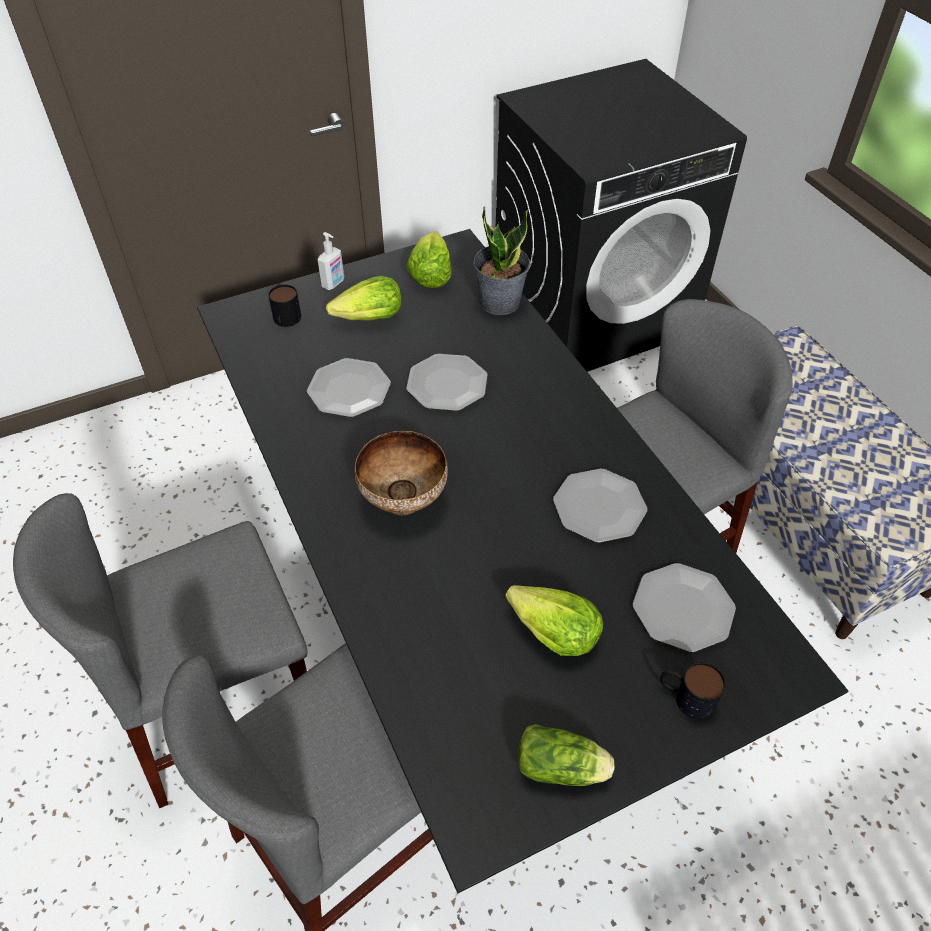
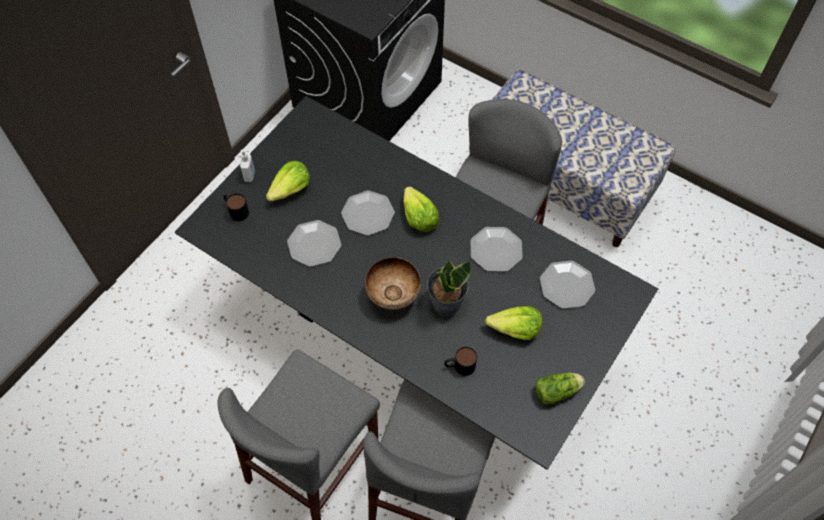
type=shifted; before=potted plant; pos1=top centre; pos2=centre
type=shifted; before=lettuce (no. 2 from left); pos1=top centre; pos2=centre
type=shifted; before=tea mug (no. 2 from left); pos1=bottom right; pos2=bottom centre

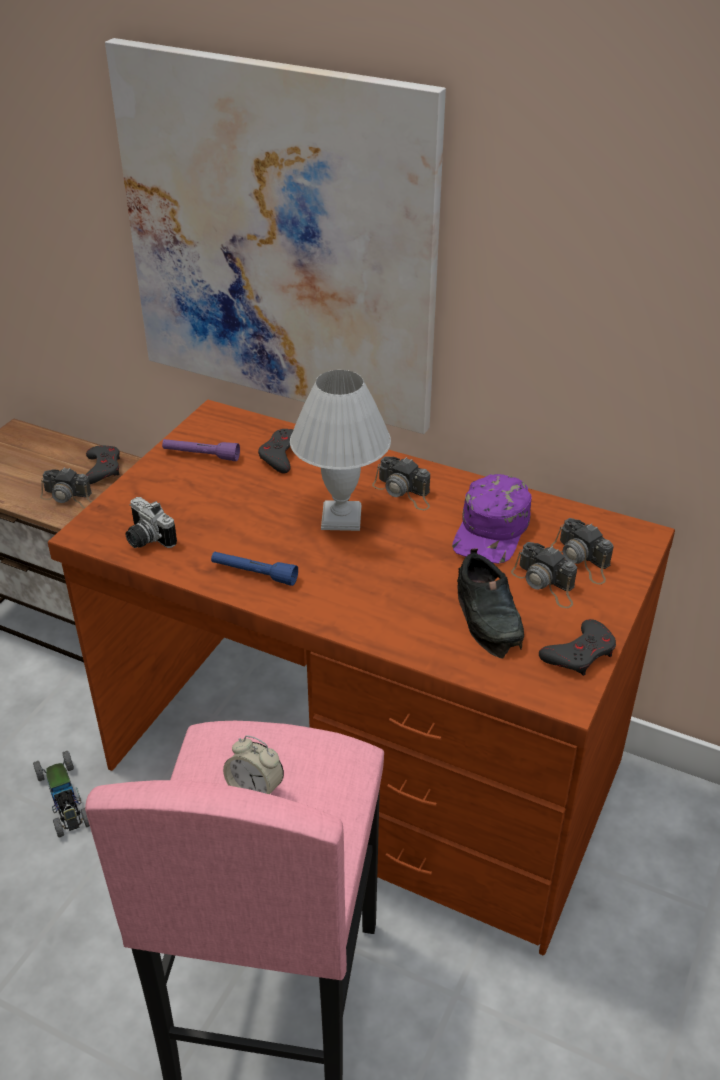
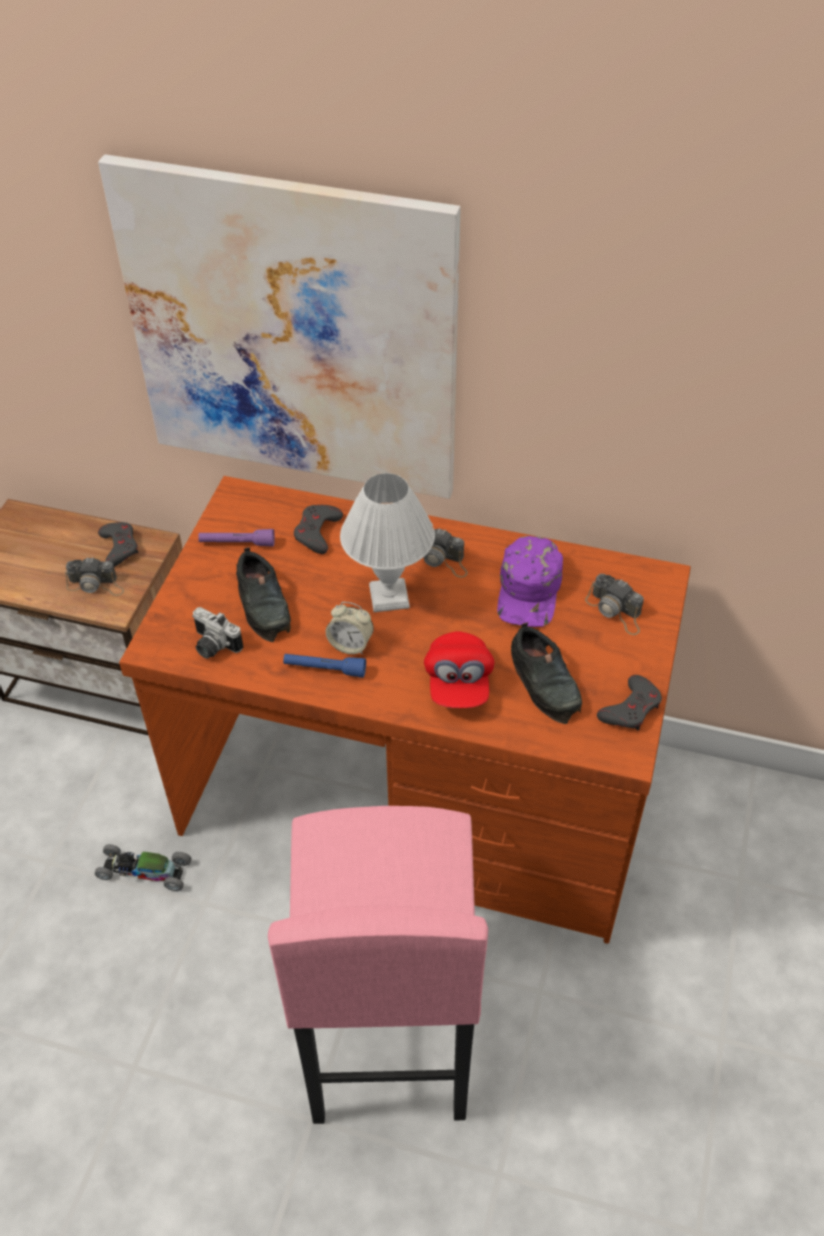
type=gone; before=photo camera (no. 4 from left); pos1=middle right
type=shifted; before=table clock; pos1=bottom centre; pos2=centre
type=rotated; before=miniature car; pos1=bottom left; pos2=bottom left; turn=135
type=new; after=item of footwear (black-coloured) (no. 1 from left); pos2=middle left
type=new; after=peaked cap (red); pos2=centre

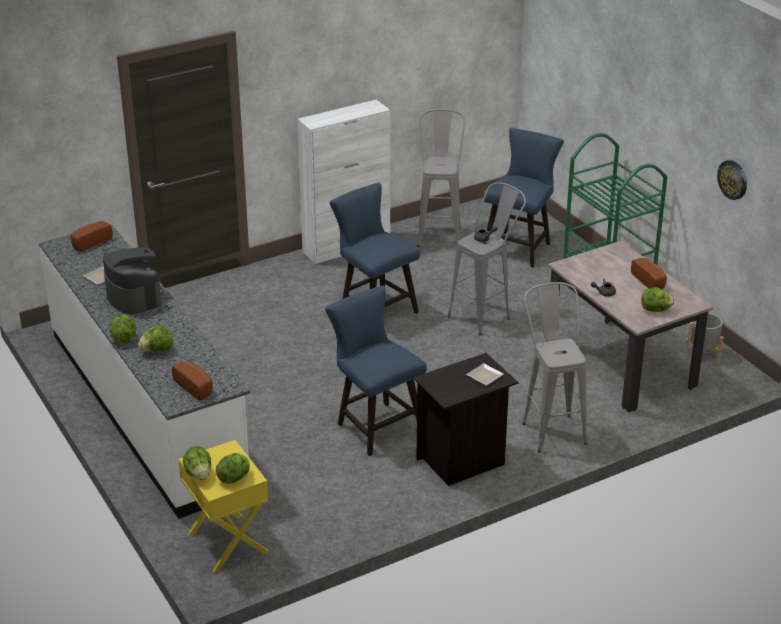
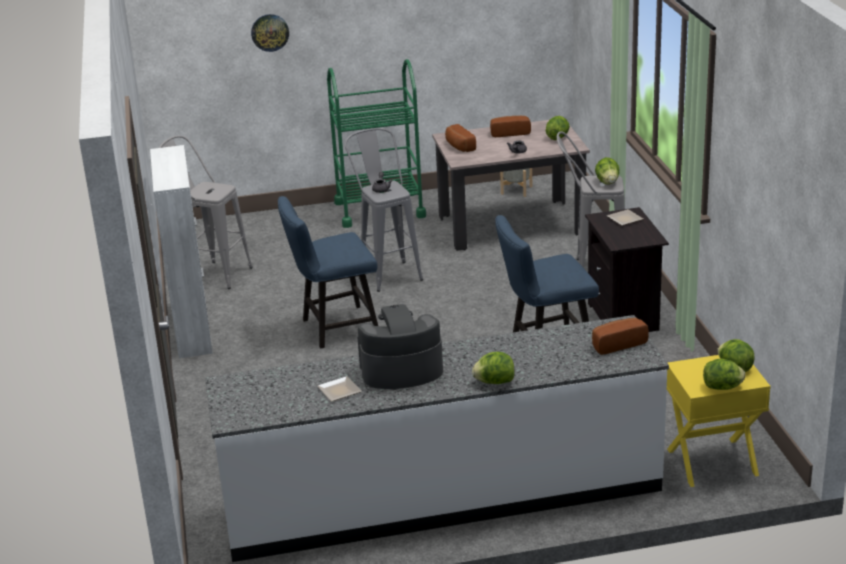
type=gone; before=chair (bluish) (no. 3 from left); pos1=top right
type=shifted; before=wall clock; pos1=top right; pos2=top left
type=shifted; before=baked bread (no. 1 from left); pos1=middle left; pos2=top centre
type=shifted; before=lettuce (no. 2 from left in the first image); after=lettuce (no. 3 from left); pos1=middle left; pos2=top right

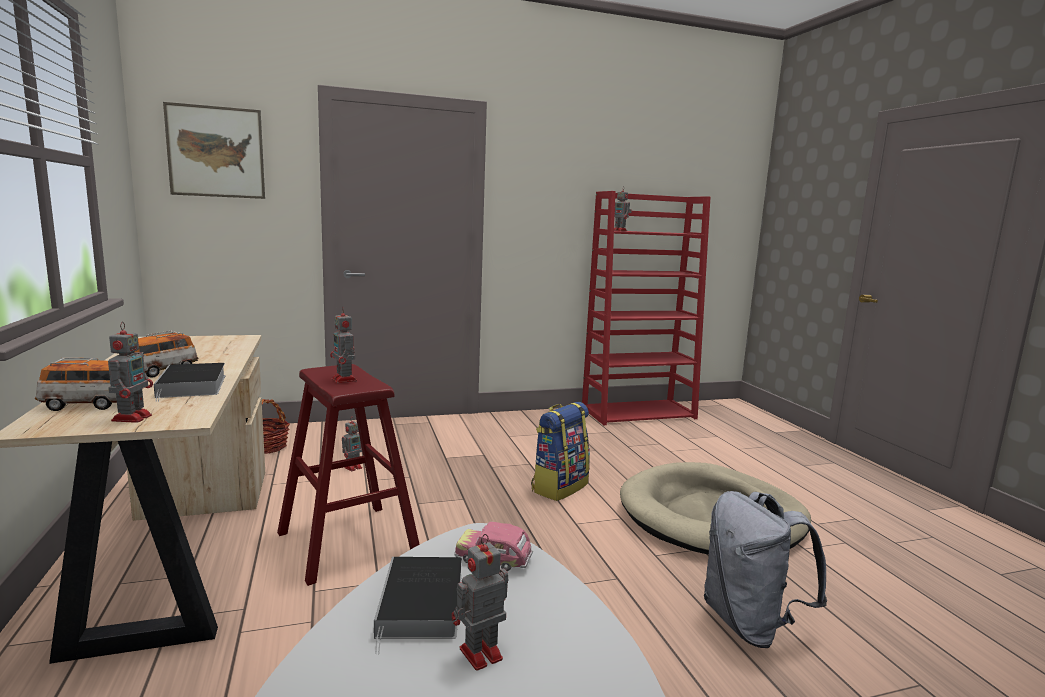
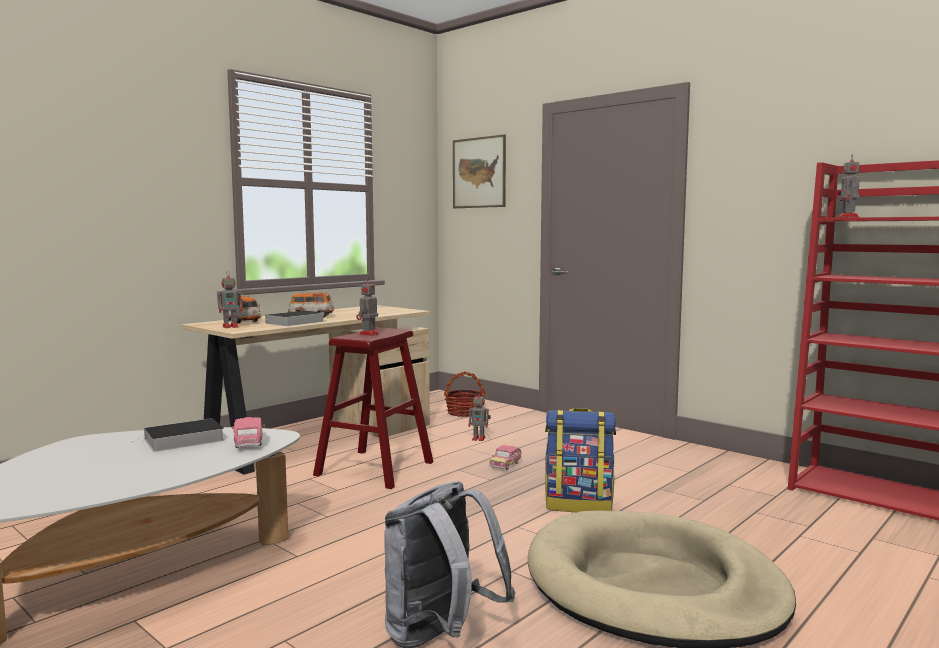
type=gone; before=model robot (no. 4 from left); pos1=bottom centre
type=new; after=miniature car (no. 4 from left); pos2=bottom centre

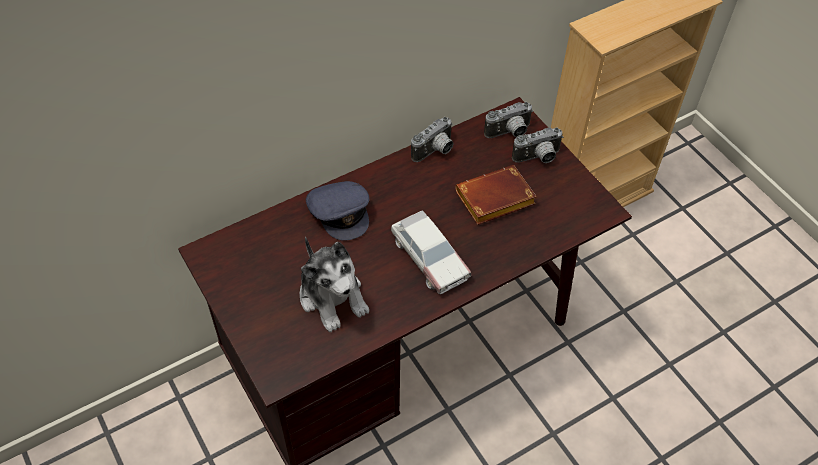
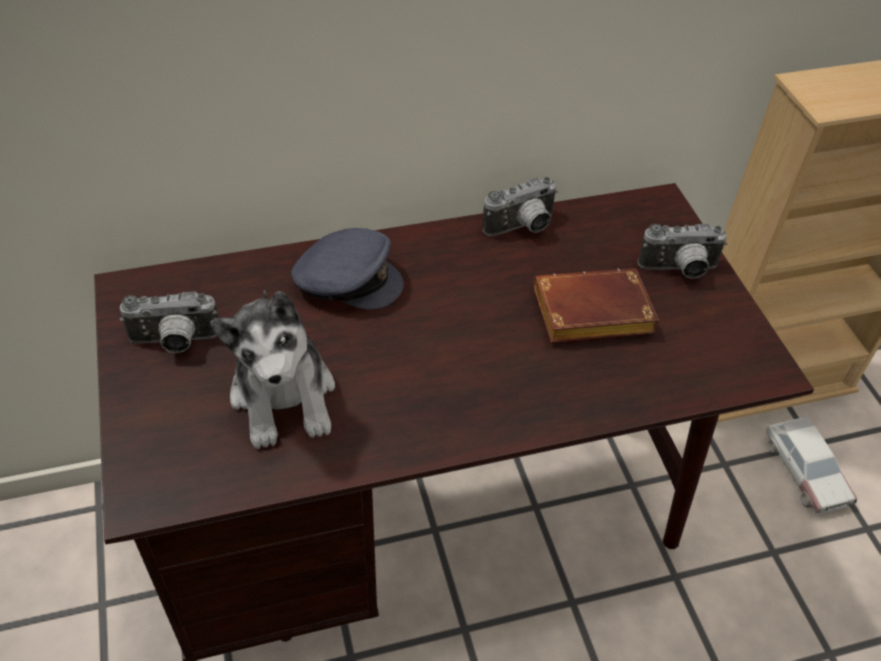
type=shifted; before=photo camera (no. 2 from left in the first image); after=photo camera (no. 1 from left); pos1=top centre; pos2=middle left
type=rotated; before=peaked cap (greyish); pos1=centre; pos2=centre; turn=-60
type=shifted; before=miniature car; pos1=centre; pos2=bottom right

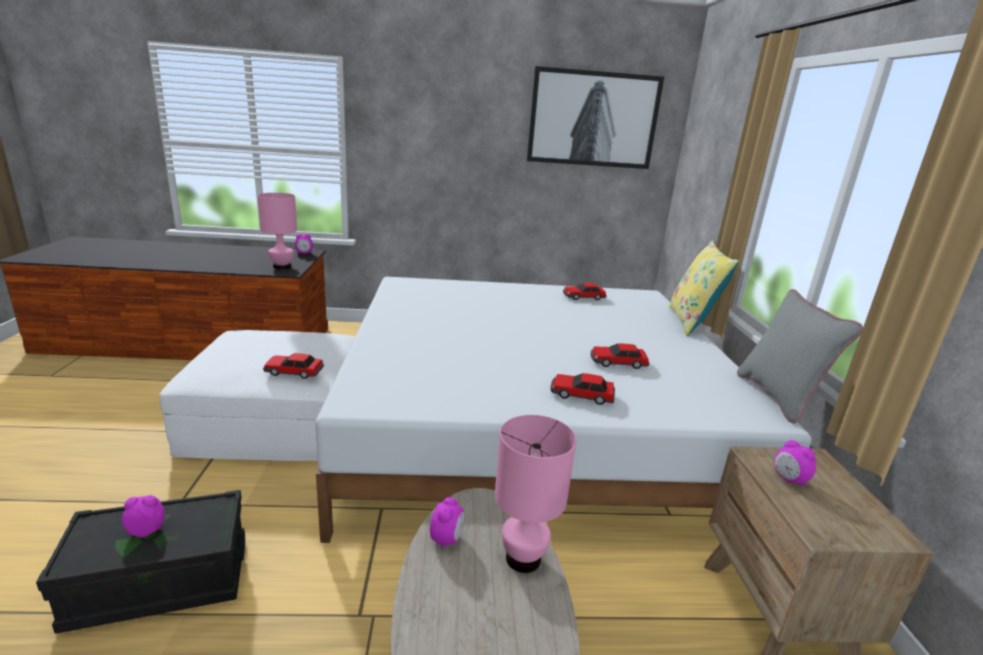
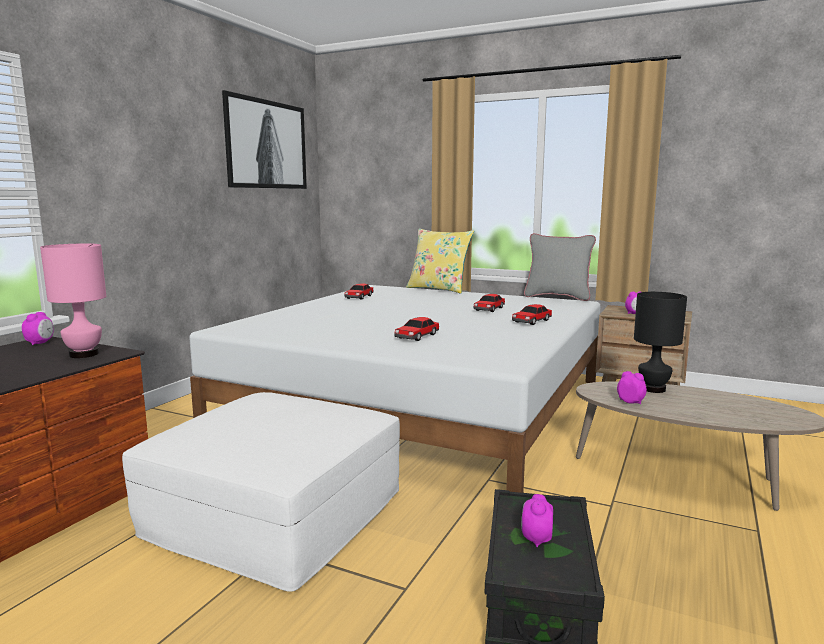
type=shifted; before=miniature car (no. 1 from left in the first image); after=miniature car (no. 2 from left); pos1=middle left; pos2=centre
type=repainted; before=lamp for a table (pink) (no. 2 from left); after=lamp for a table (black-coloured); pos1=bottom centre; pos2=middle right

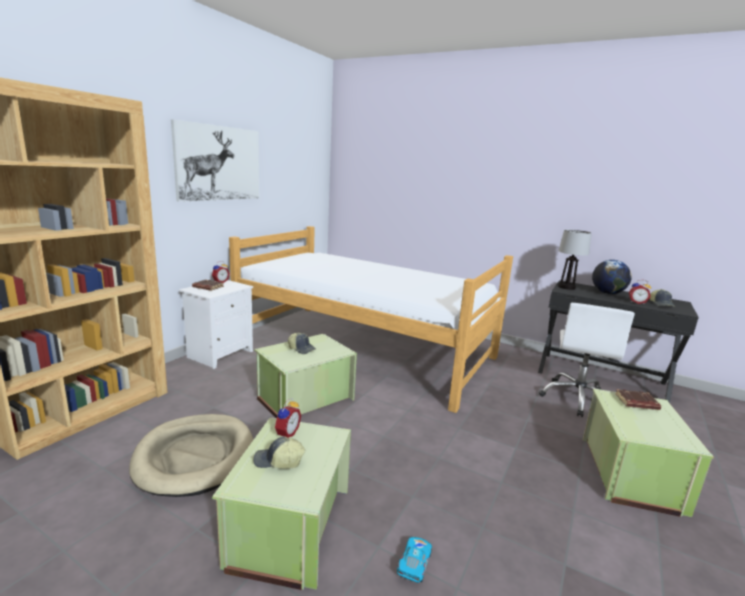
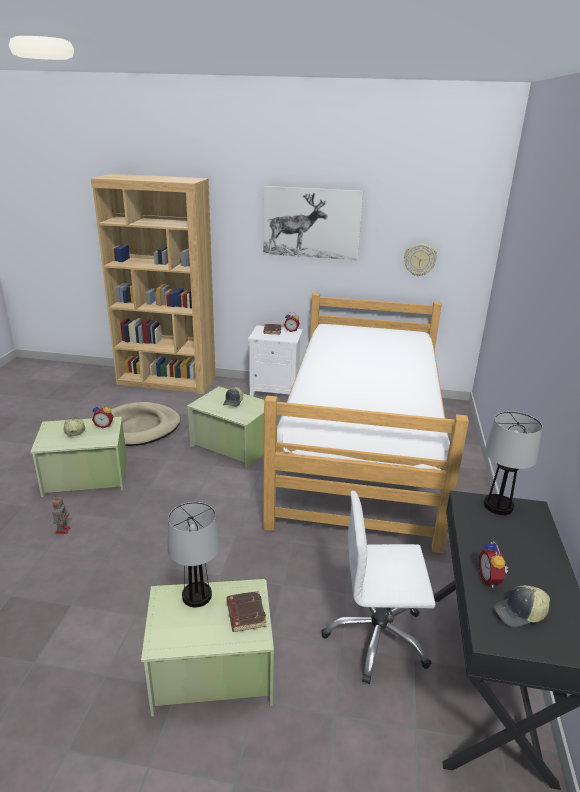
type=gone; before=desk globe; pos1=middle right
type=swapped; before=miniature car; after=model robot; pos1=bottom centre; pos2=middle left
type=new; after=wall clock; pos2=top right
type=new; after=lamp for a table (no. 1 from left); pos2=bottom centre

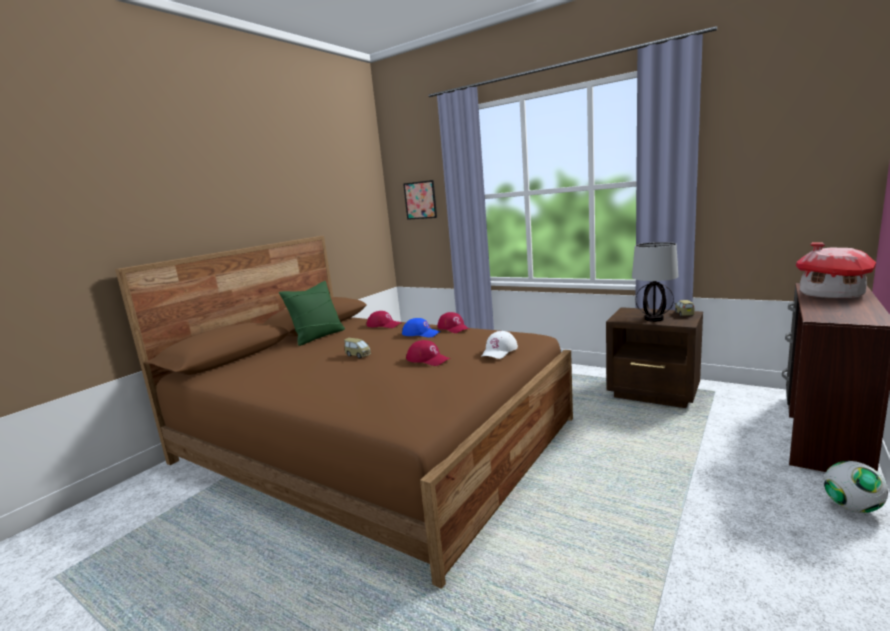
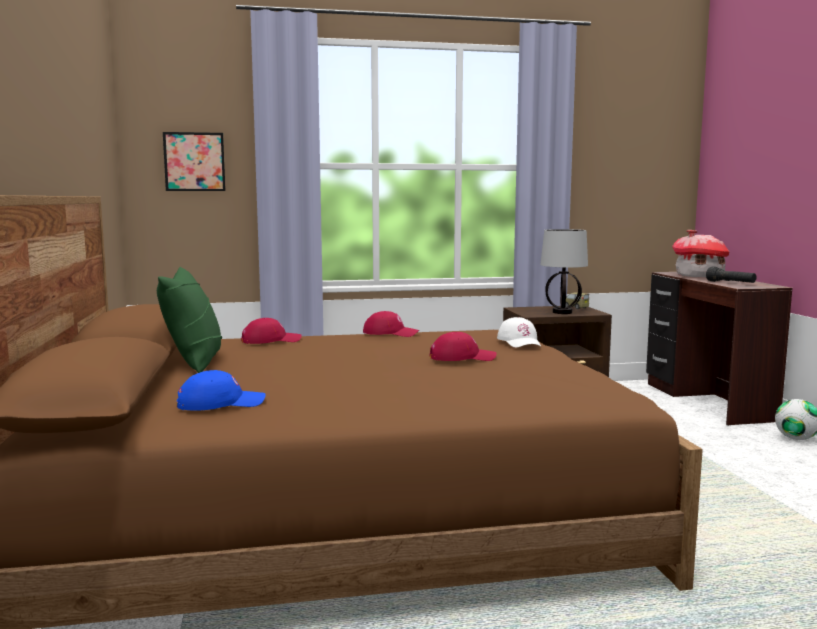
type=shifted; before=peaked cap (bluish); pos1=centre; pos2=middle left
type=gone; before=miniature car (no. 1 from left); pos1=centre
type=new; after=flashlight (black-coloured); pos2=middle right

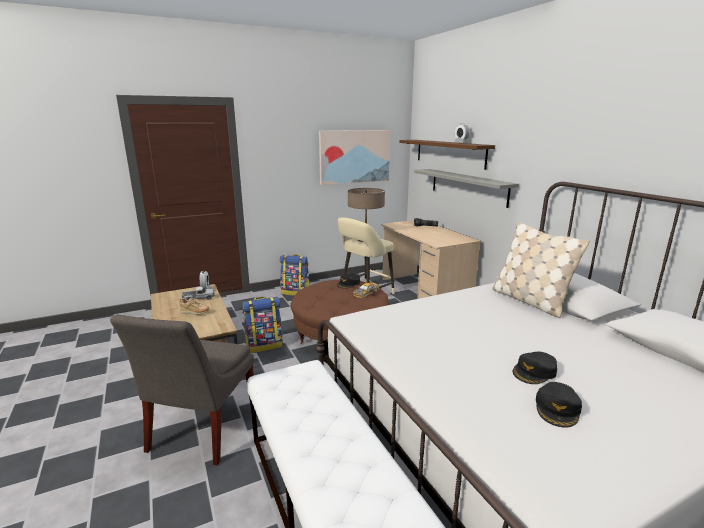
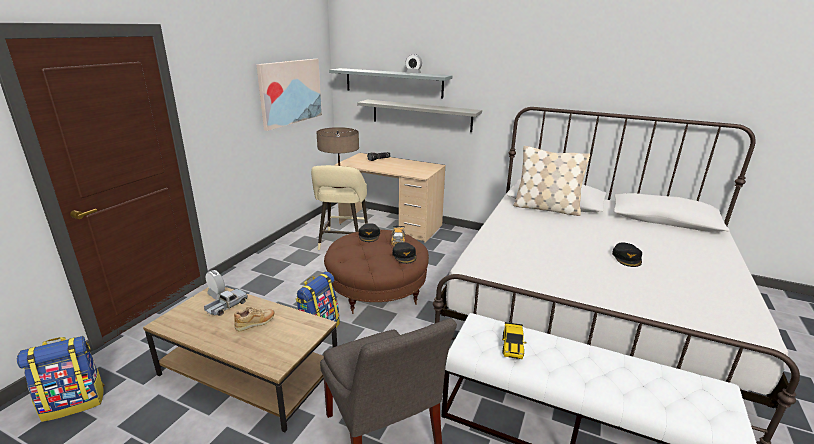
type=repainted; before=bracket shelf (brown); after=bracket shelf (greyish) (no. 1 from left); pos1=top centre; pos2=top centre
type=shifted; before=rucksack (no. 2 from left in the first image); after=rucksack (no. 1 from left); pos1=centre; pos2=bottom left
type=shifted; before=peaked cap (black-coloured) (no. 3 from left in the first image); after=peaked cap (black-coloured) (no. 2 from left); pos1=bottom right; pos2=centre
type=new; after=miniature car (no. 2 from left); pos2=bottom centre

